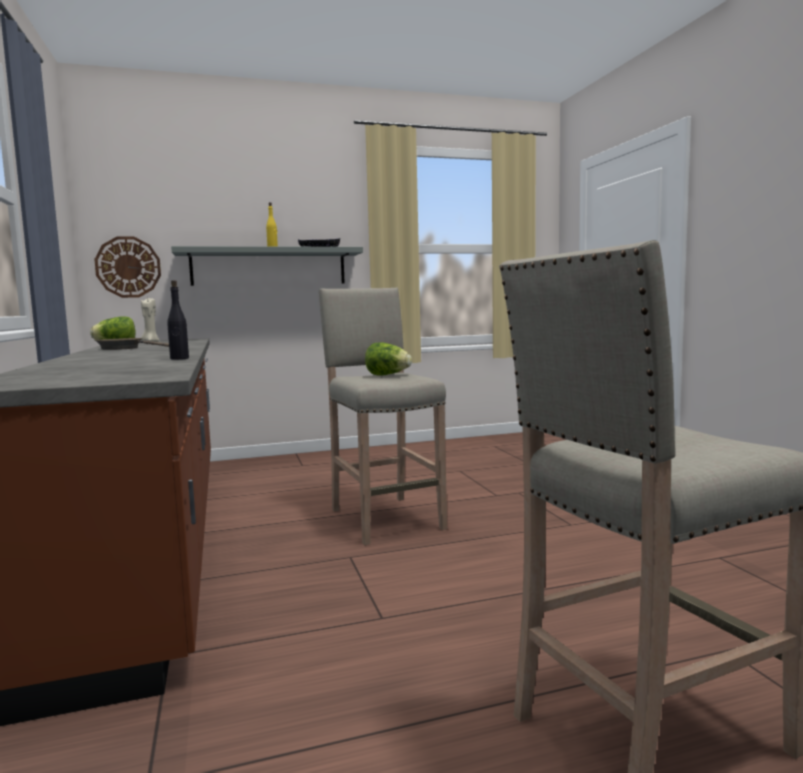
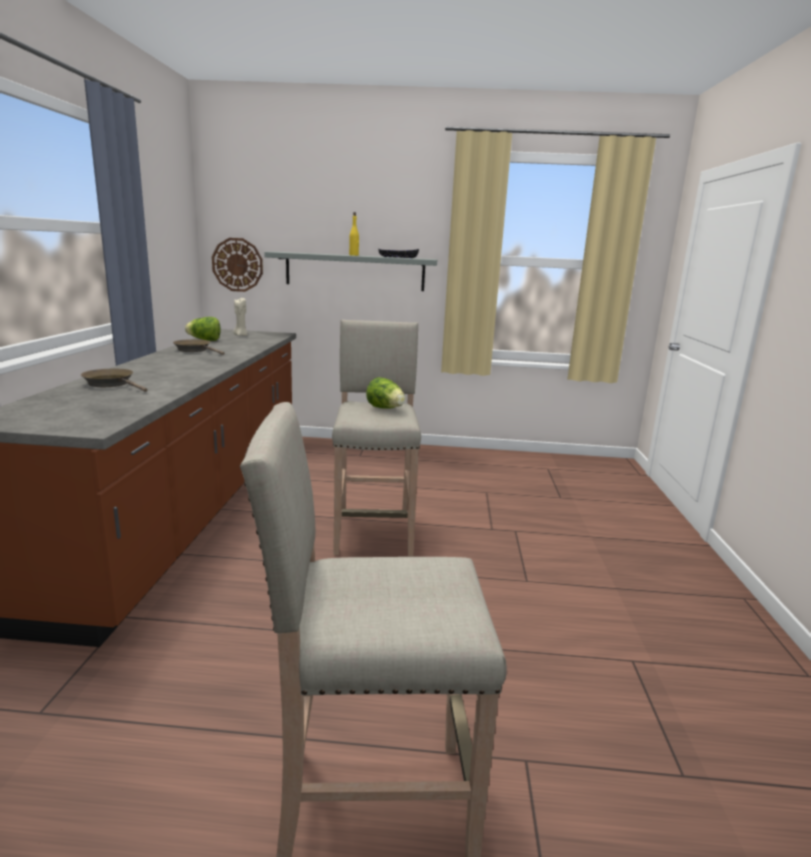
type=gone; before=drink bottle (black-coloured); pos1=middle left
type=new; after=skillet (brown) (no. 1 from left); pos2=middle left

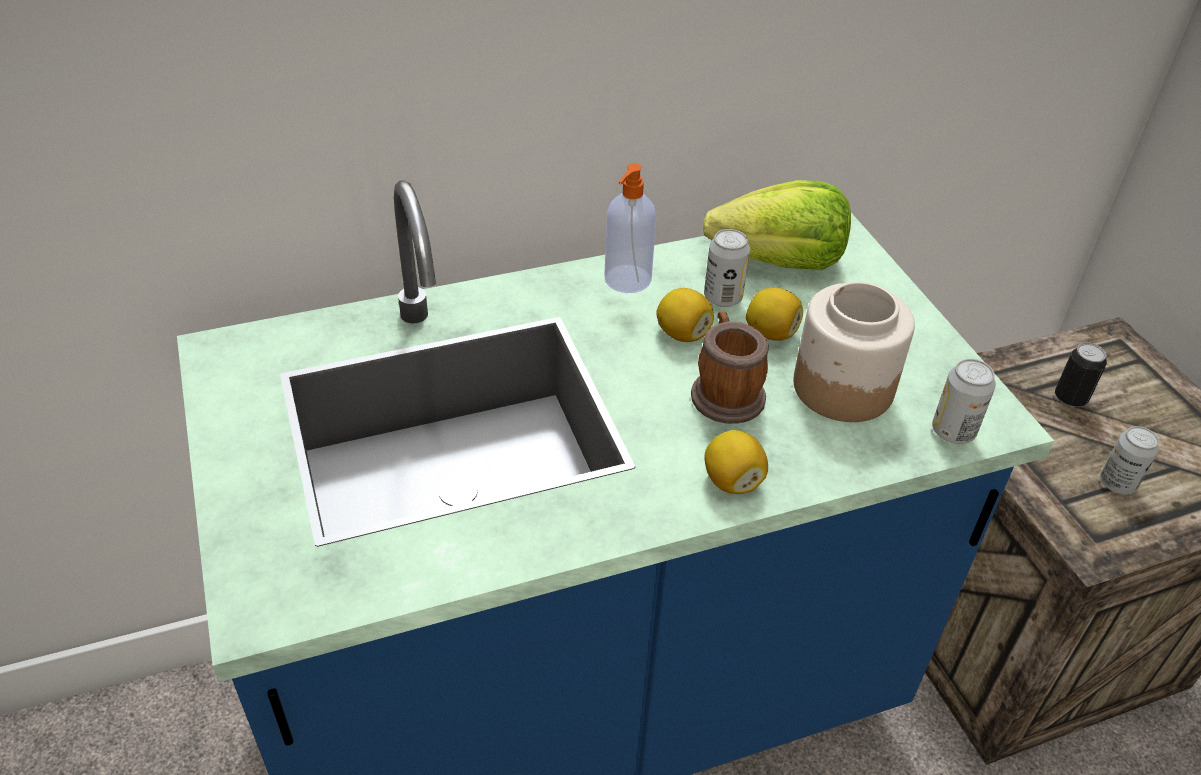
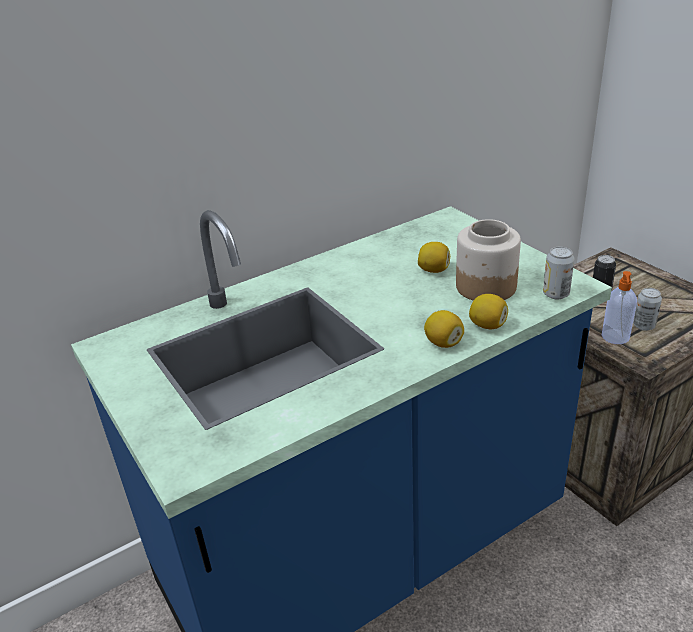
type=shifted; before=liquid soap bottle; pos1=top centre; pos2=middle right
type=gone; before=lettuce; pos1=top centre
type=gone; before=can (no. 1 from left); pos1=centre
type=shifted; before=citrus fruit (no. 1 from left in the first image); after=citrus fruit (no. 3 from left); pos1=centre; pos2=middle right
type=gone; before=tea mug; pos1=centre

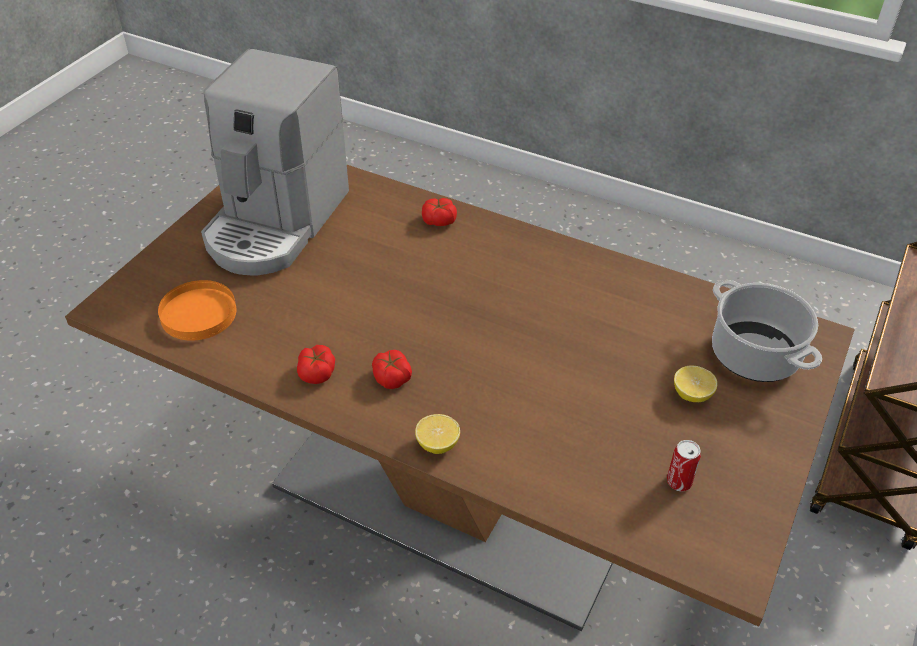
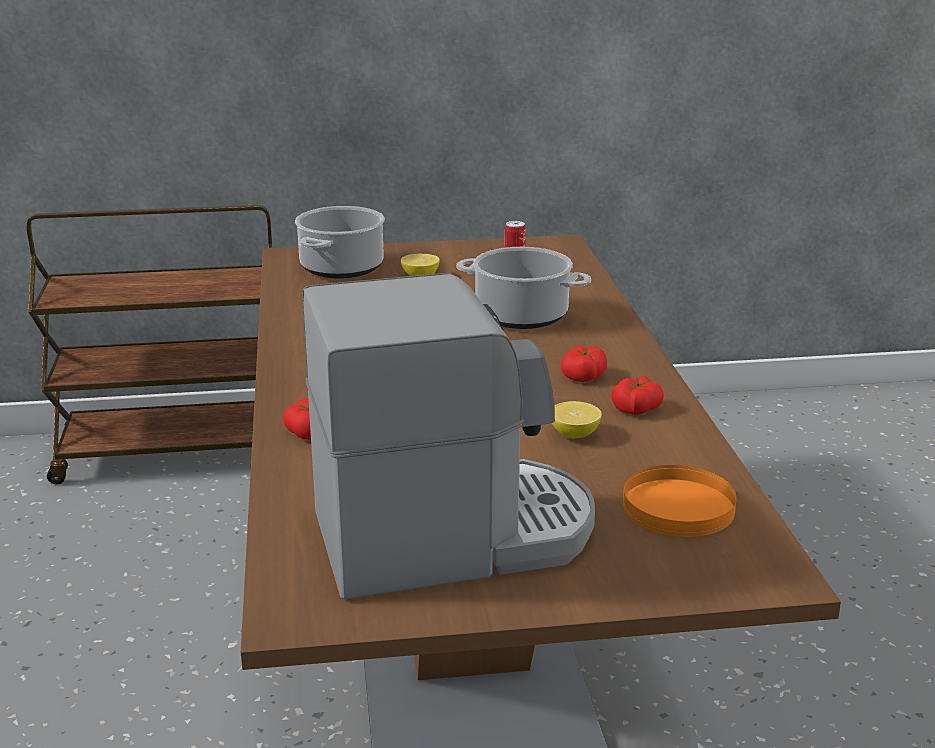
type=shifted; before=citrus fruit (no. 1 from left in the first image); after=citrus fruit (no. 2 from left); pos1=bottom centre; pos2=centre
type=new; after=cooking pot (no. 2 from left); pos2=centre

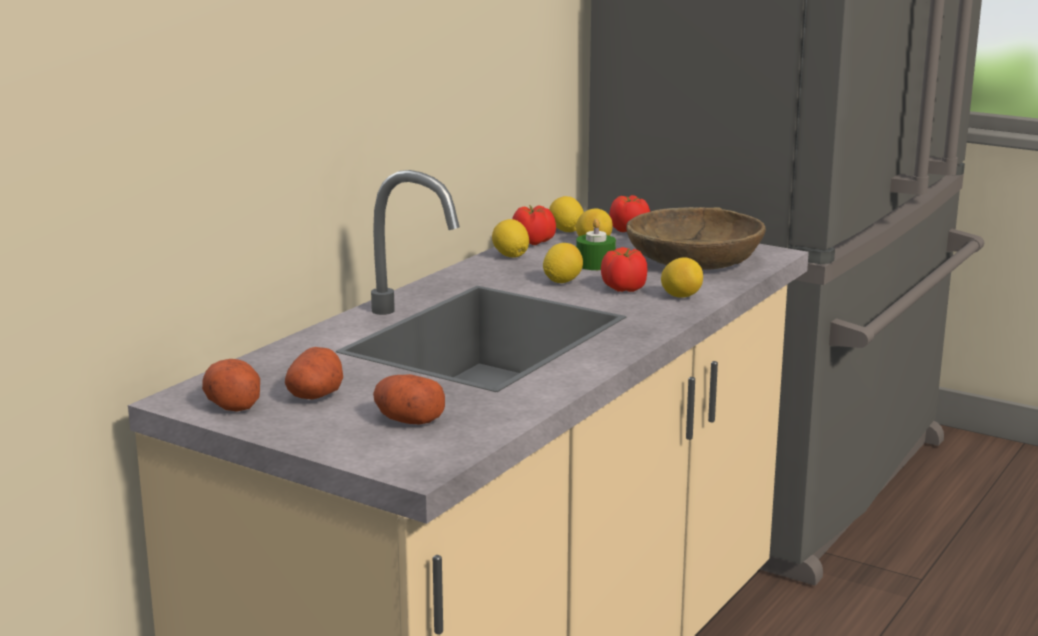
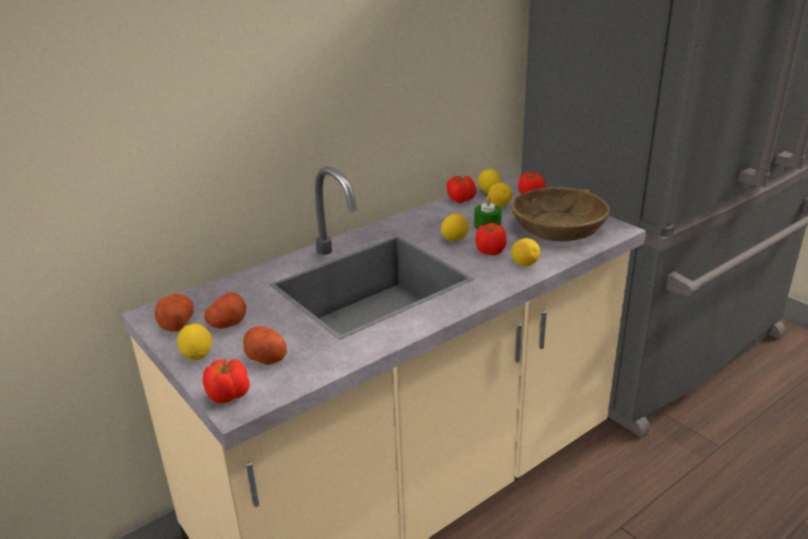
type=shifted; before=citrus fruit (no. 1 from left); pos1=centre; pos2=middle left
type=new; after=tomato (no. 1 from left); pos2=bottom left

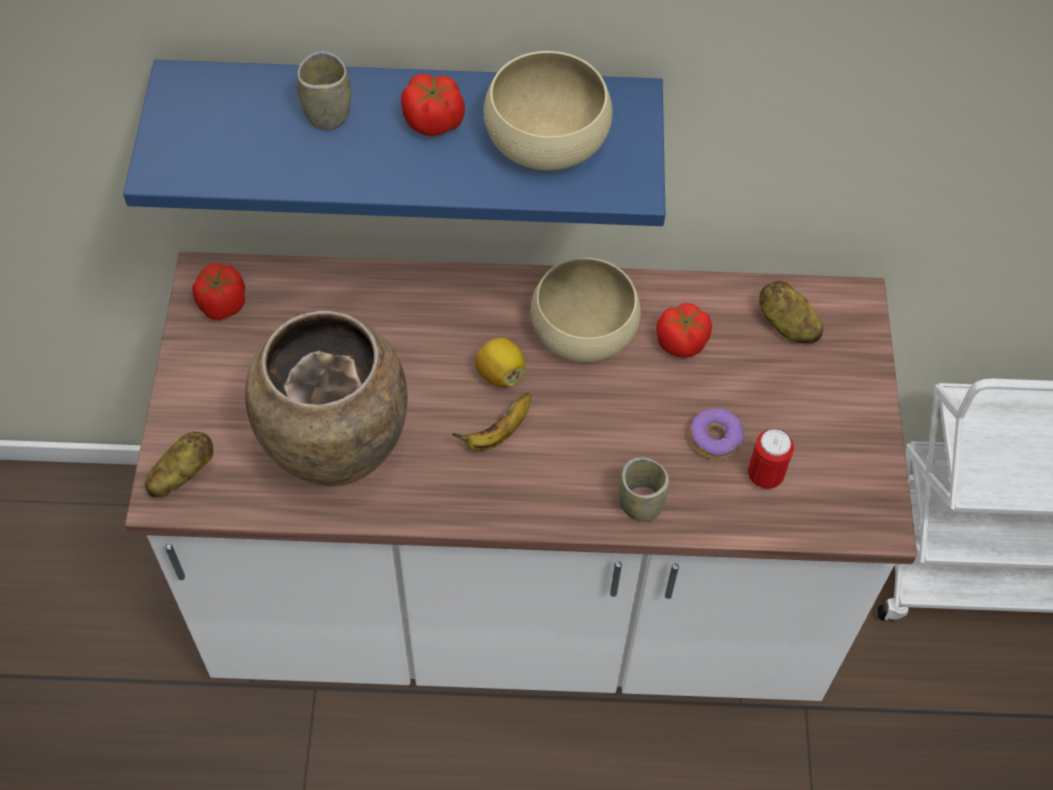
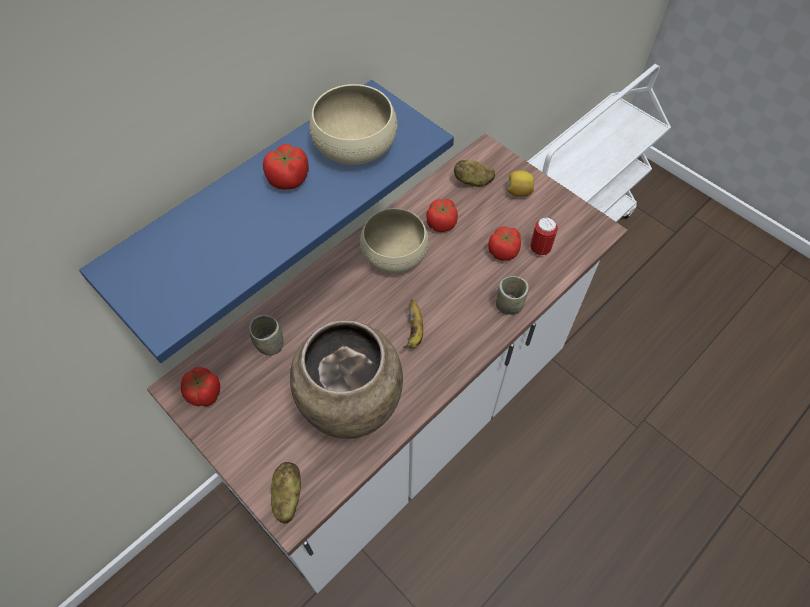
type=shifted; before=small cup (no. 1 from left); pos1=top left; pos2=middle left
type=shifted; before=citrus fruit; pos1=centre; pos2=top centre
type=swapped; before=donut; after=tomato (no. 4 from left); pos1=middle right; pos2=centre

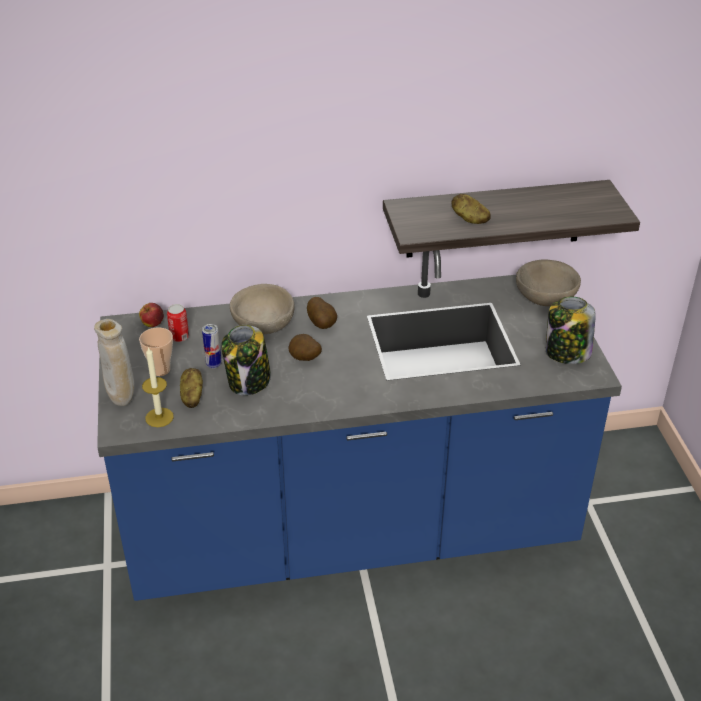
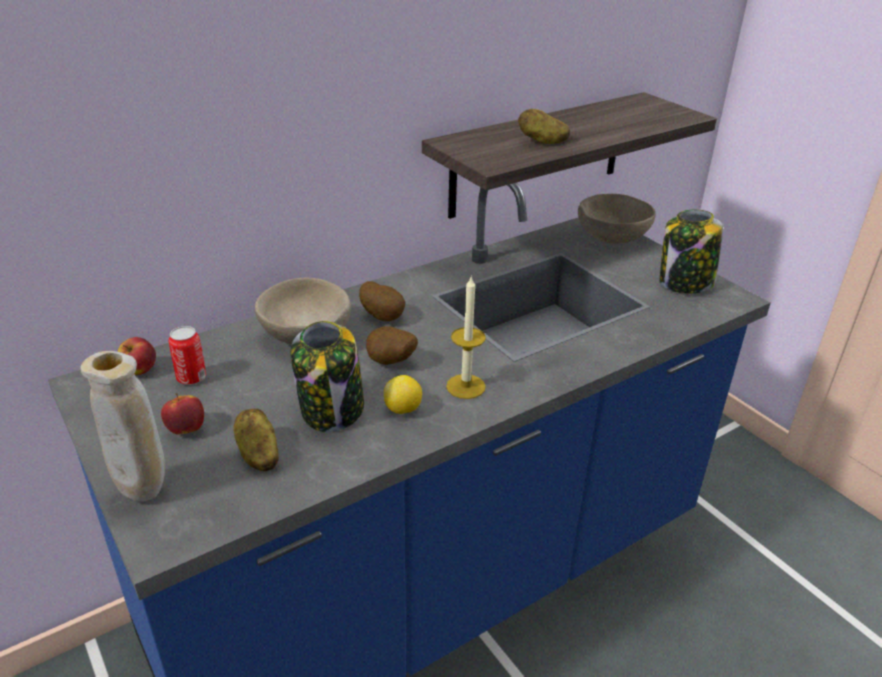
type=gone; before=can (no. 2 from left); pos1=middle left
type=swapped; before=small cup; after=apple fruit (no. 2 from left); pos1=middle left; pos2=middle left
type=shifted; before=candle; pos1=middle left; pos2=centre
type=new; after=citrus fruit; pos2=centre

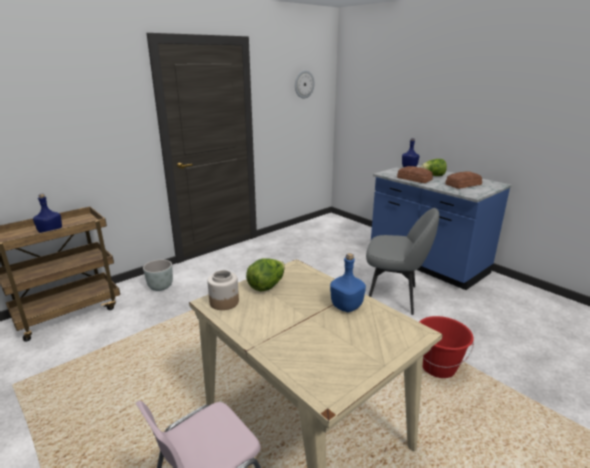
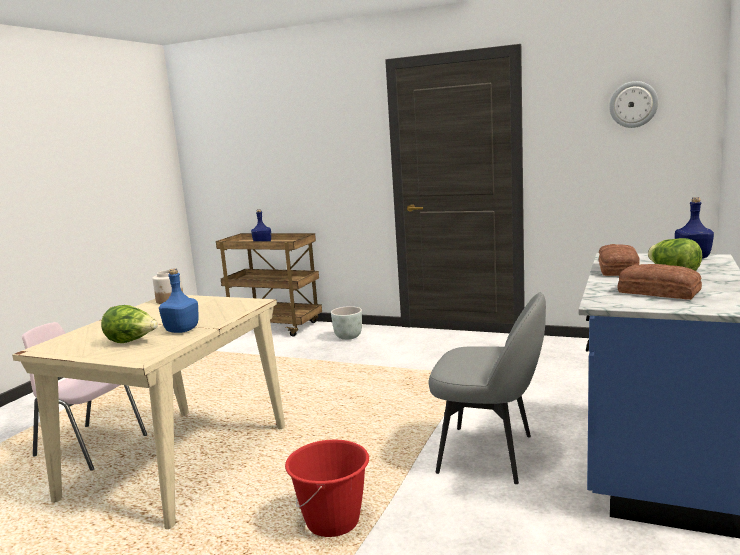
type=rotated; before=chair (greyish); pos1=middle right; pos2=bottom centre; turn=-60
type=shifted; before=lettuce (no. 1 from left); pos1=centre; pos2=middle left

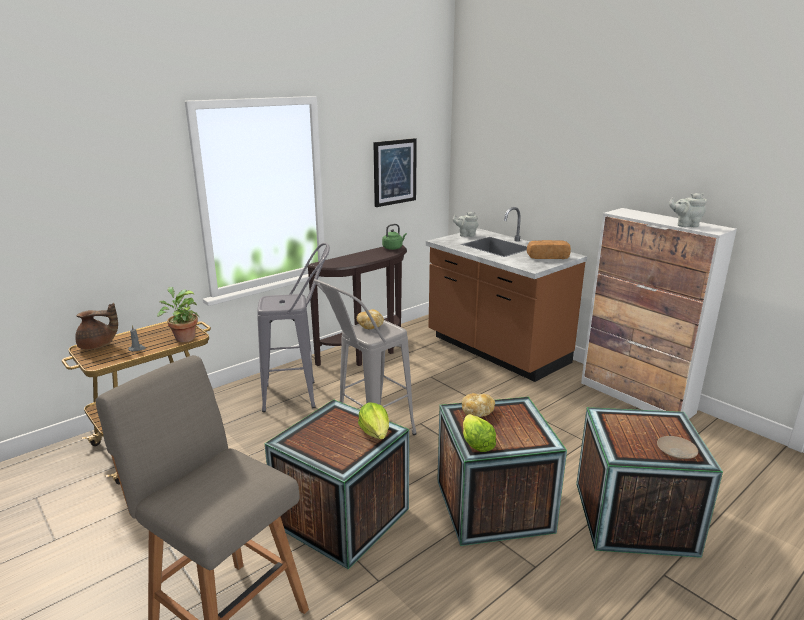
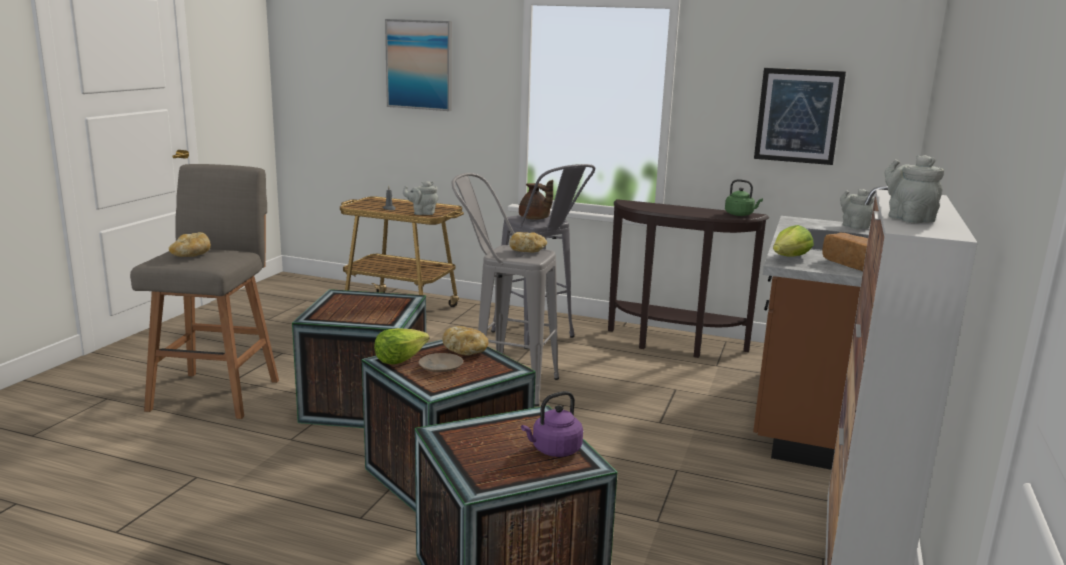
type=swapped; before=potted plant; after=tea pot (greyish) (no. 1 from left); pos1=middle left; pos2=centre
type=shifted; before=tea pot (brown); pos1=middle left; pos2=centre
type=shifted; before=lettuce (no. 1 from left in the first image); after=lettuce (no. 2 from left); pos1=bottom centre; pos2=middle right
type=shifted; before=flat dish (beige); pos1=bottom right; pos2=centre
type=new; after=picture (no. 1 from left); pos2=top centre
type=new; after=baked bread (no. 1 from left); pos2=middle left
type=new; after=tea kettle (purplish); pos2=bottom centre

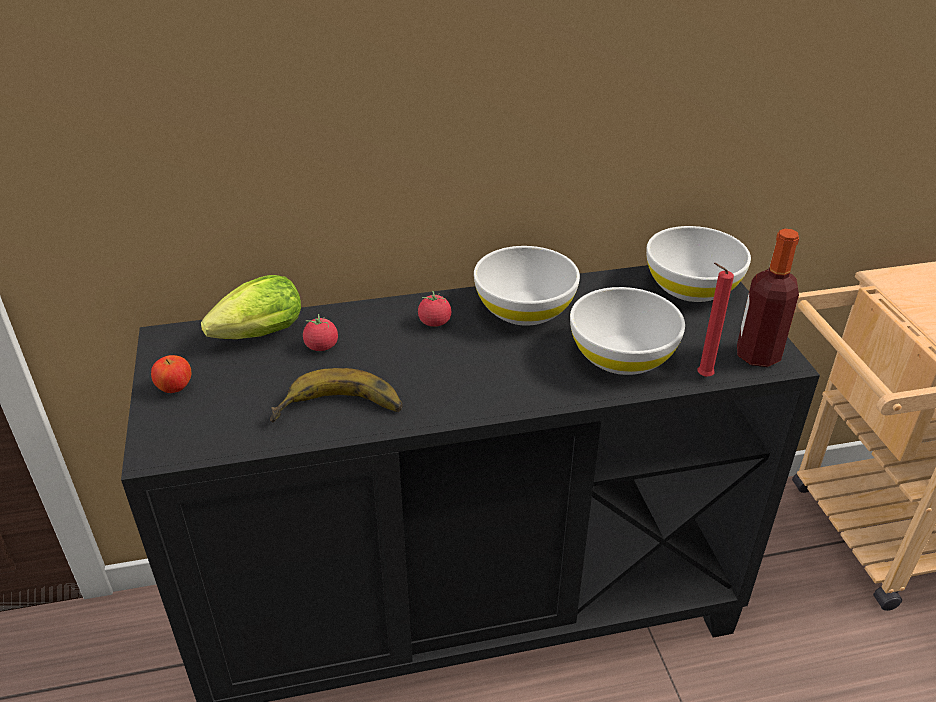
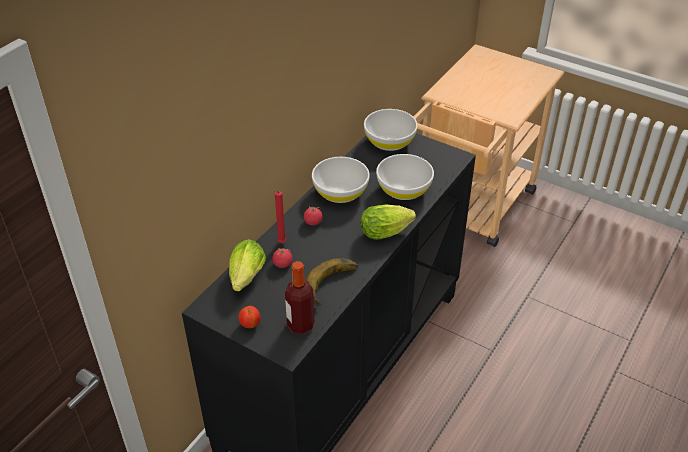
type=shifted; before=drink bottle; pos1=middle right; pos2=centre
type=shifted; before=candle (red); pos1=middle right; pos2=centre
type=new; after=lettuce (no. 2 from left); pos2=centre

